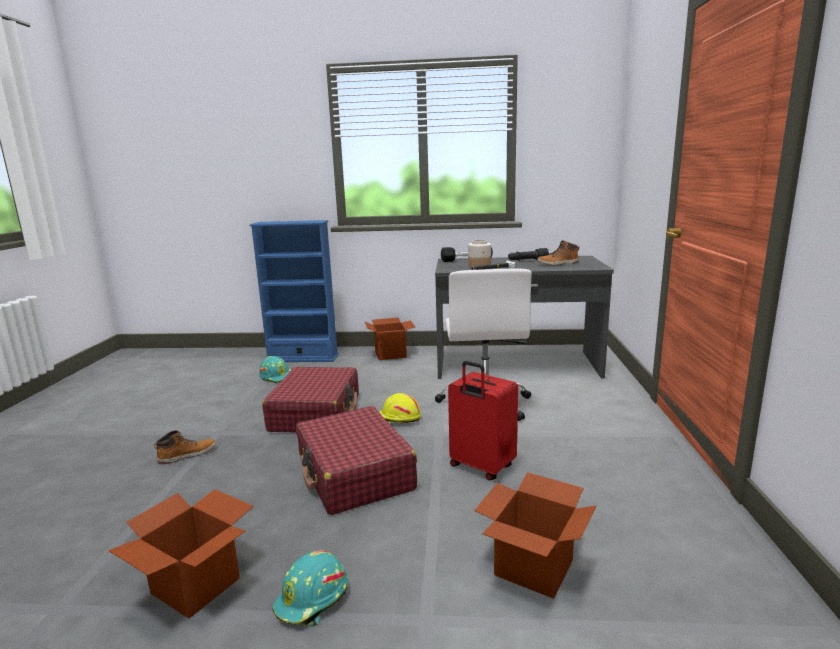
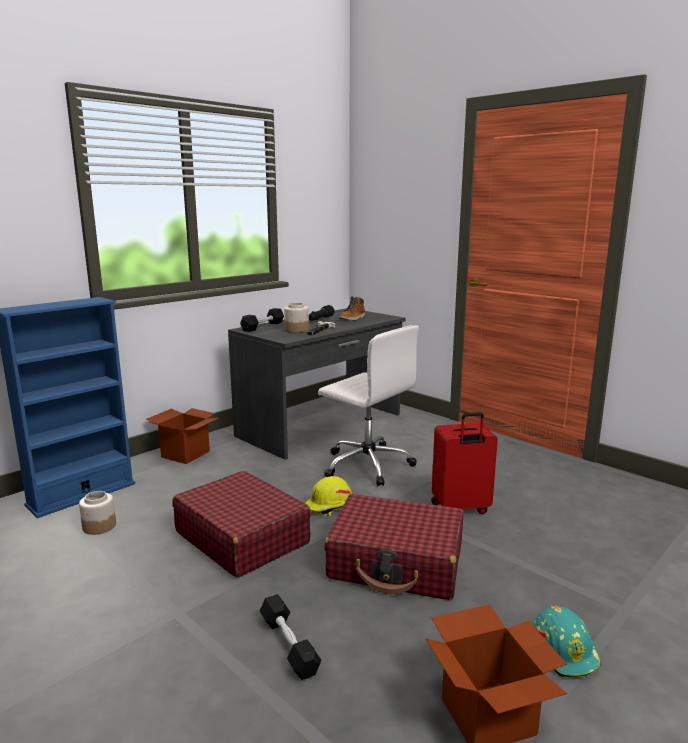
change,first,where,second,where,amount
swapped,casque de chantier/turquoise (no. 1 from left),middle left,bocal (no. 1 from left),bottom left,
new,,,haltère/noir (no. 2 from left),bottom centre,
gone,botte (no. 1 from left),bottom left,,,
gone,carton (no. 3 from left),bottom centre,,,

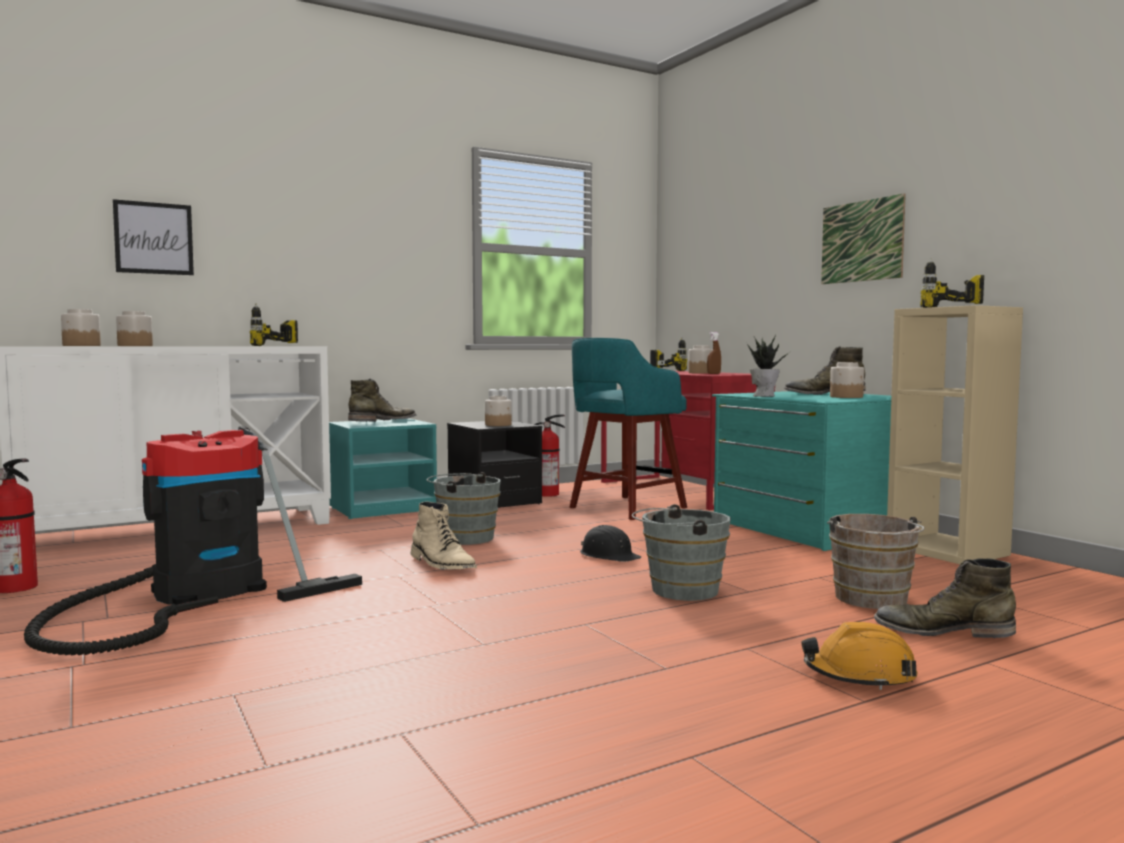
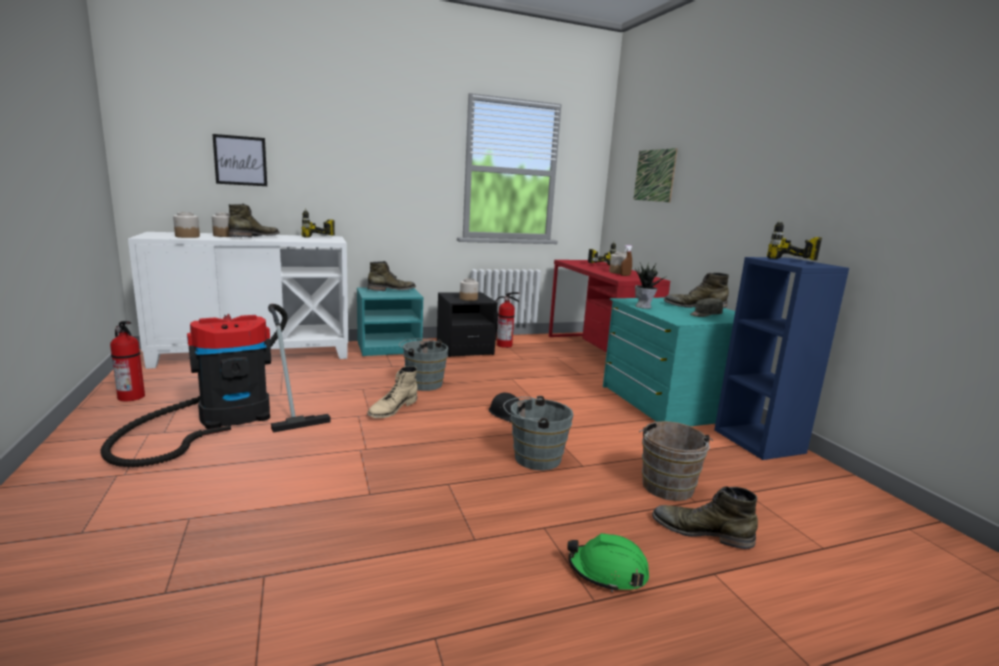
change,first,where,second,where,amount
new,,,botte/vert (no. 1 from left),top left,
rotated,botte/beige,centre,,centre,60 degrees clockwise
repainted,casque de chantier/orange,bottom right,casque de chantier/vert,bottom centre,
shifted,tableau (no. 2 from left),top right,,top centre,
swapped,bocal (no. 5 from left),middle right,casquette/gris,middle right,
repainted,bibliothèque/beige,middle right,bibliothèque/bleu,middle right,
gone,tabouret/turquoise,centre,,,

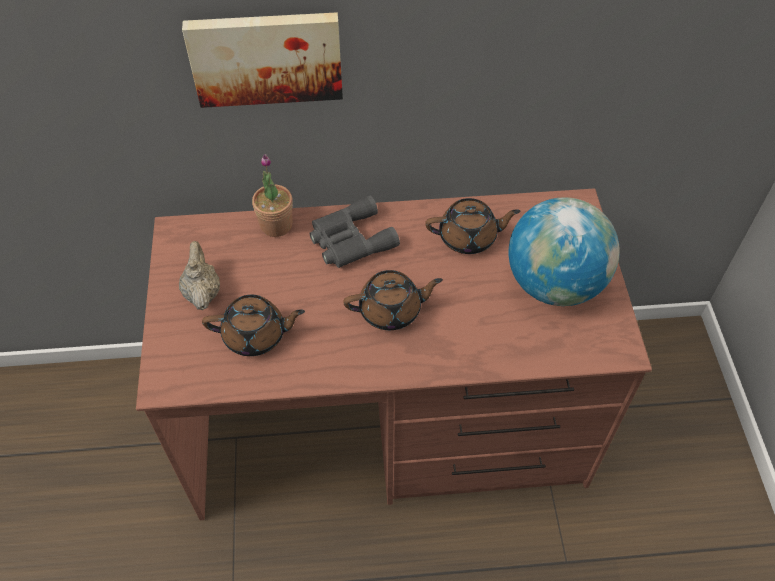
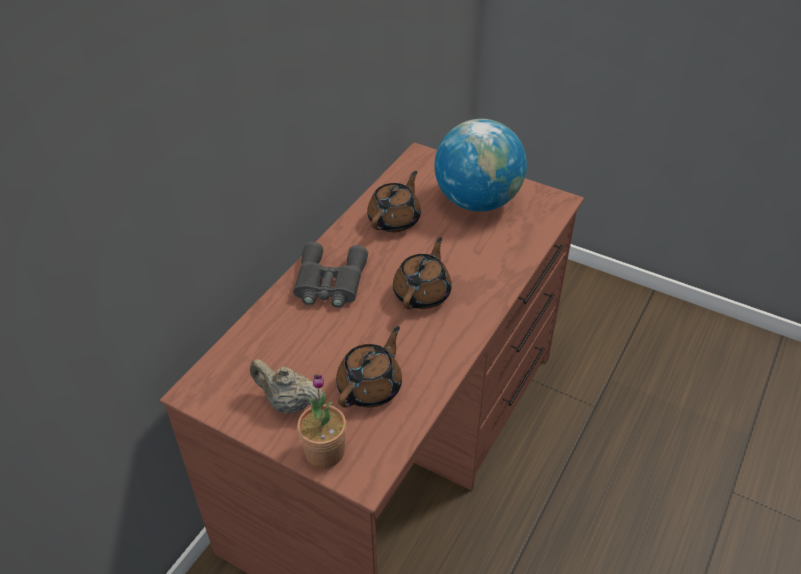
change,first,where,second,where,amount
shifted,plante en pot,centre,,bottom centre,
gone,tableau,top centre,,,

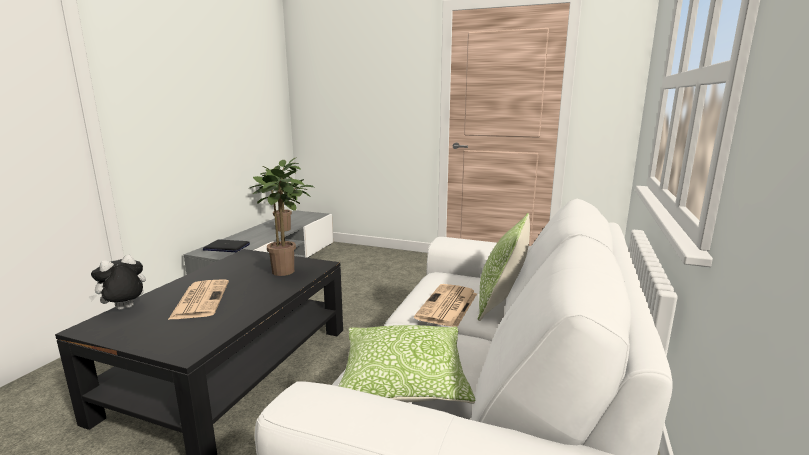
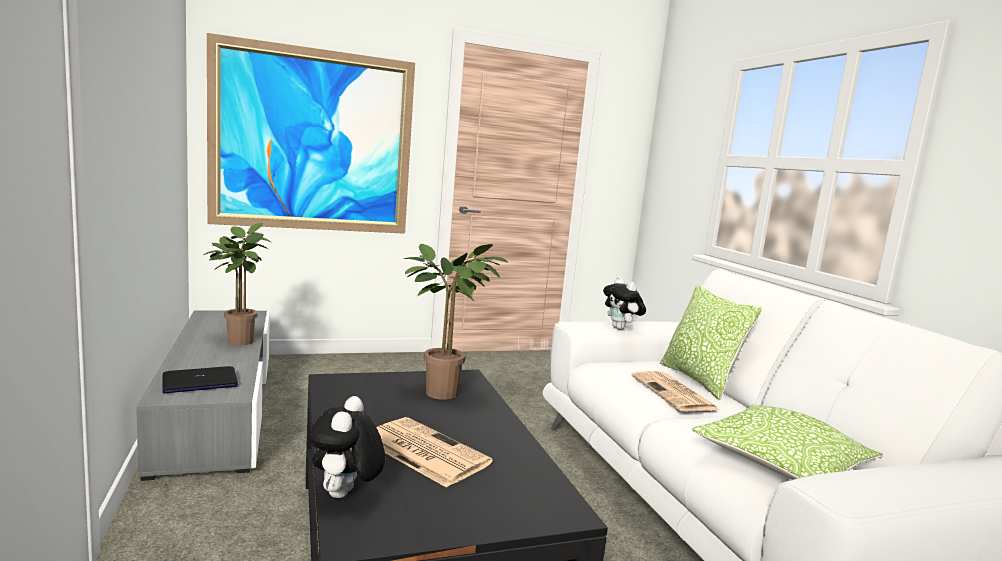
change,first,where,second,where,amount
new,,,tableau,top left,
new,,,peluche (no. 2 from left),centre,

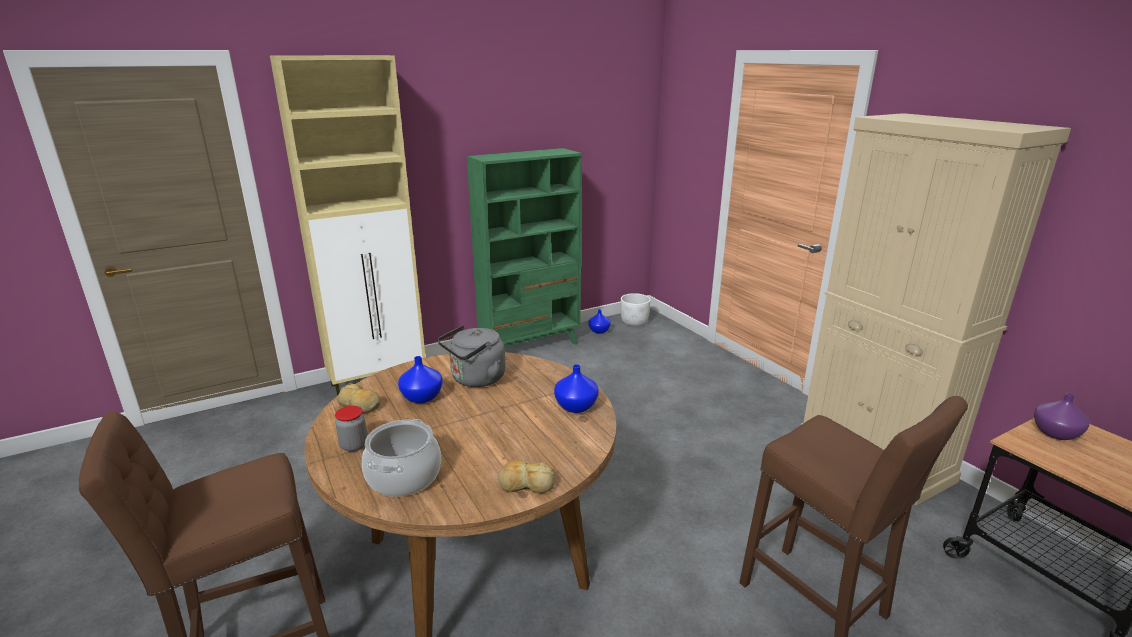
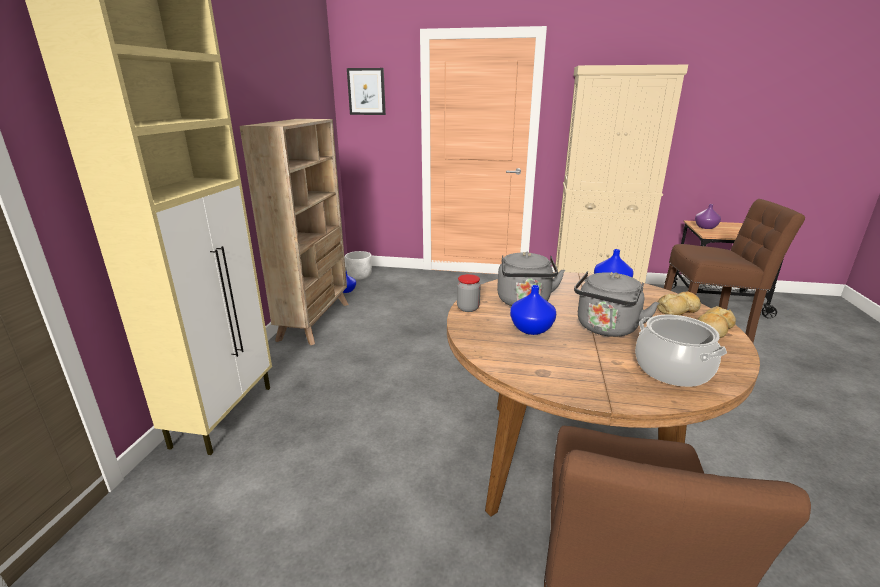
change,first,where,second,where,amount
repainted,bibliothèque/vert,centre,bibliothèque/beige,centre,
new,,,tableau,top centre,
shifted,bocal,bottom left,,centre,
new,,,bouilloire/gris (no. 2 from left),middle right,
shifted,pain (no. 1 from left),middle left,,middle right,

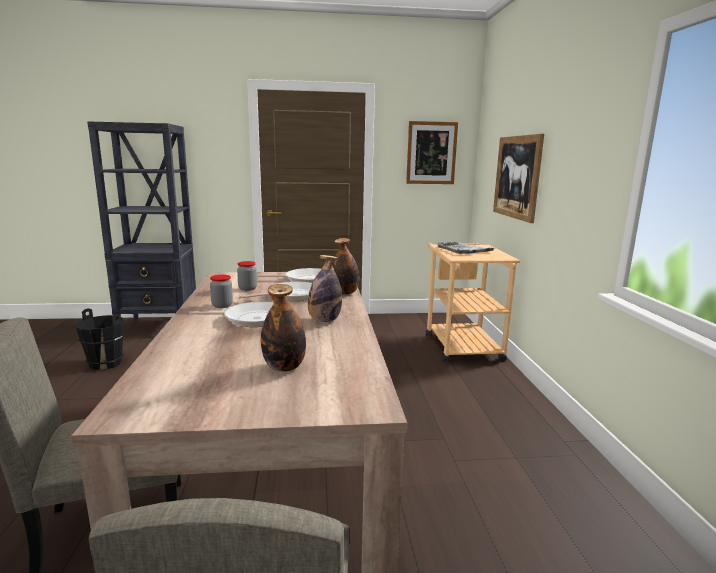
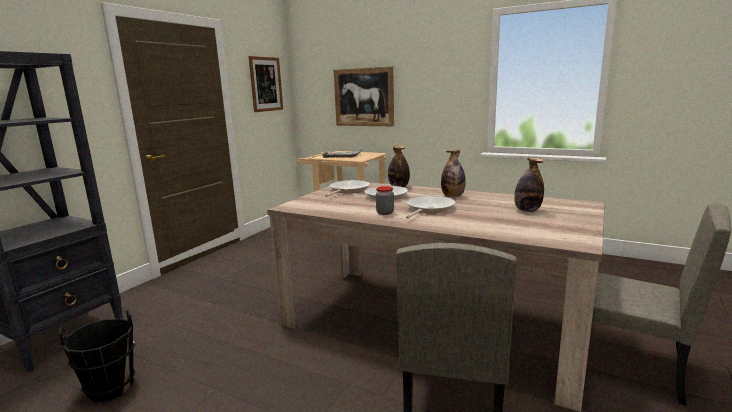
change,first,where,second,where,amount
gone,bocal (no. 2 from left),centre,,,

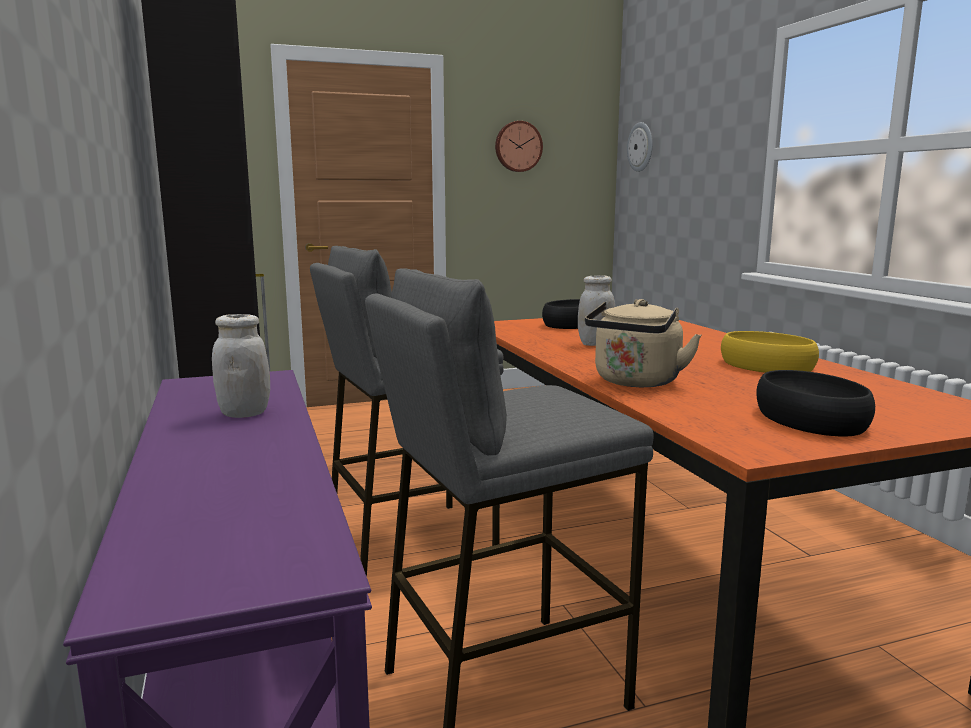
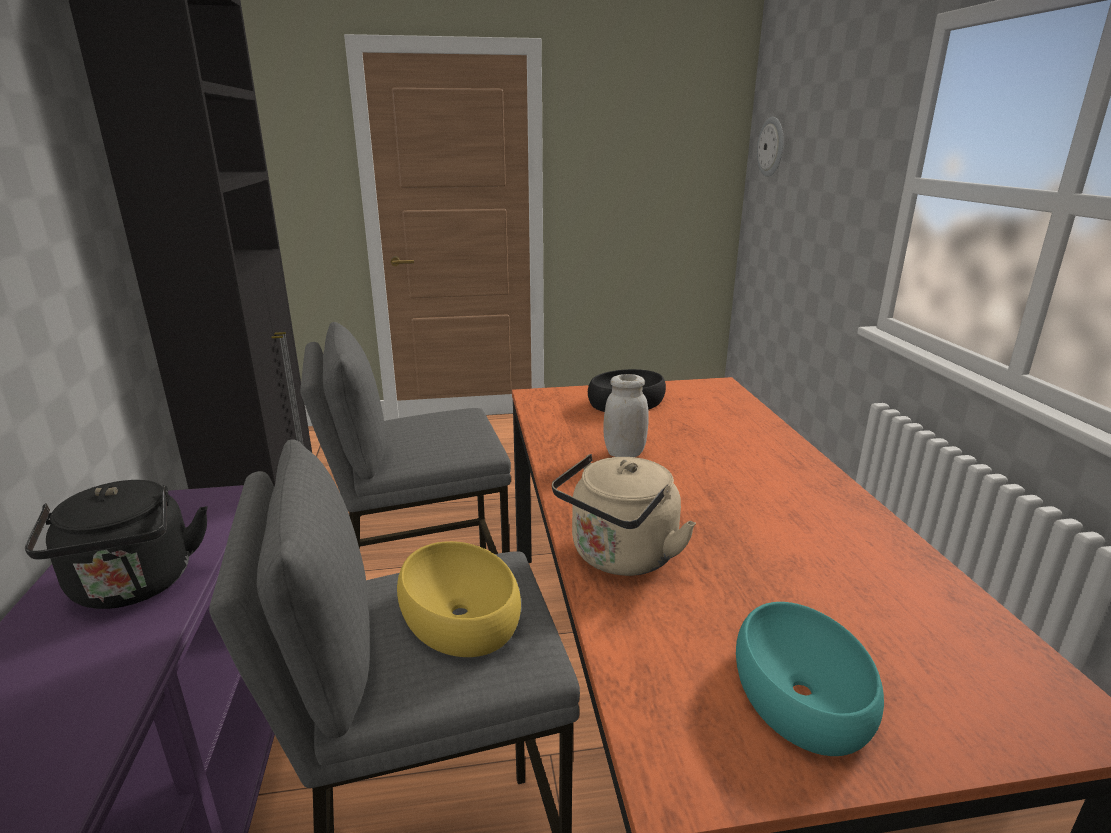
change,first,where,second,where,amount
swapped,bocal/blanc (no. 1 from left),middle left,bouilloire/noir,middle left,
shifted,bol/jaune,middle right,,bottom centre,
repainted,bol/noir (no. 2 from left),middle right,bol/turquoise,bottom right,
gone,horloge murale (no. 1 from left),top centre,,,

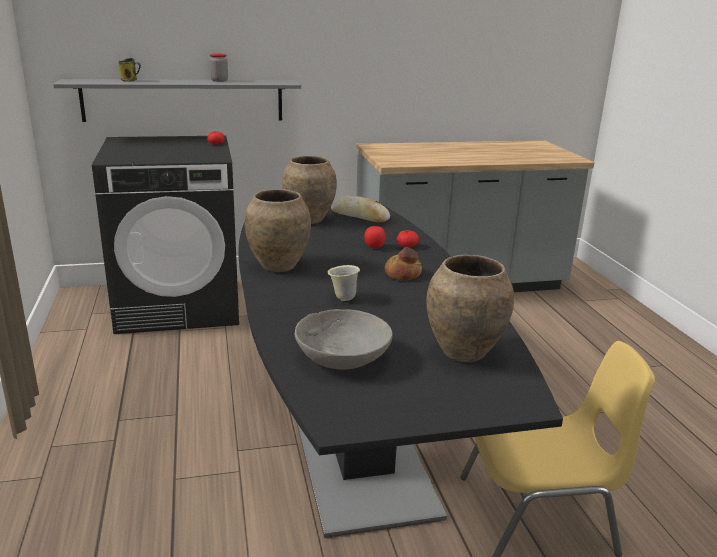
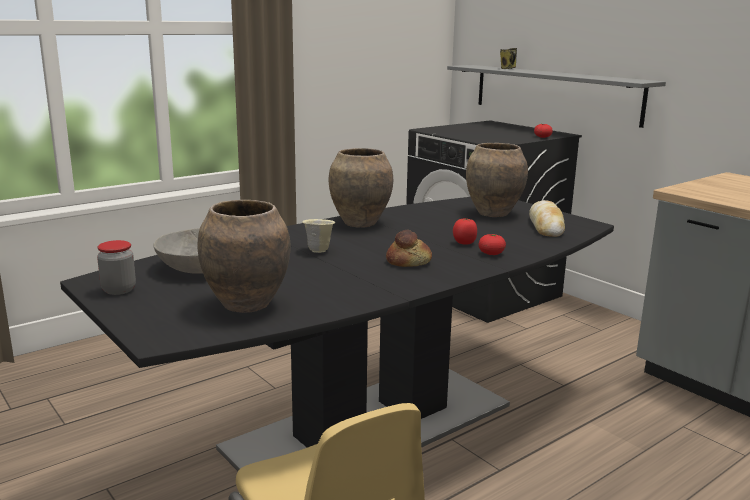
change,first,where,second,where,amount
shifted,bocal,top left,,middle left,

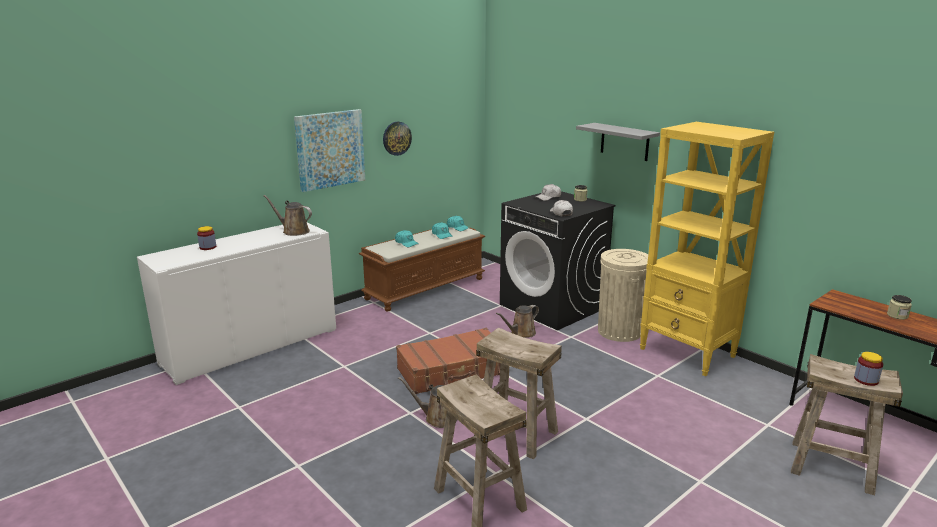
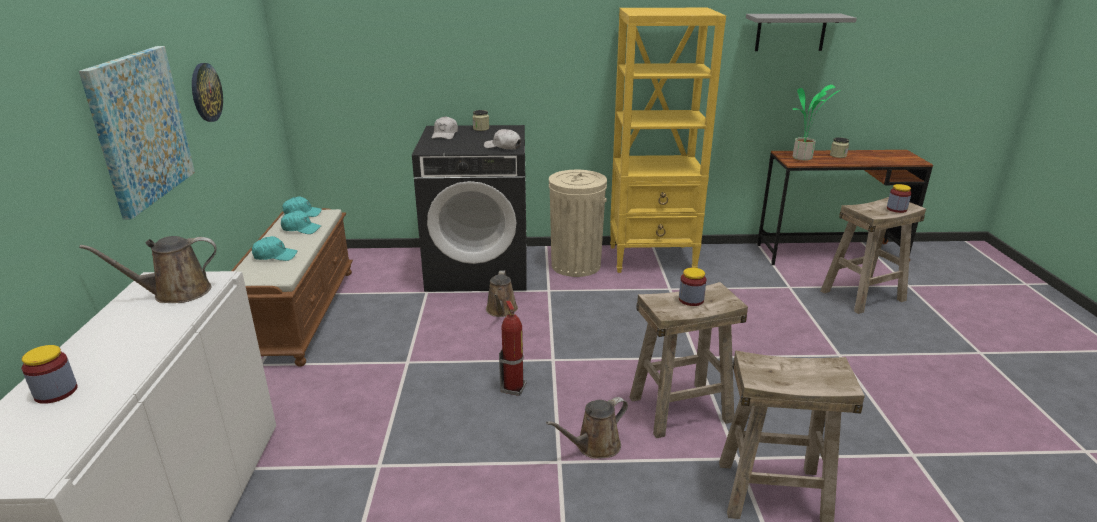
change,first,where,second,where,amount
swapped,valise/marron,bottom centre,extincteur,bottom centre,
new,,,bocal (no. 3 from left),centre,
shifted,étagère/gris,top centre,,top right,
new,,,plante en pot,top right,

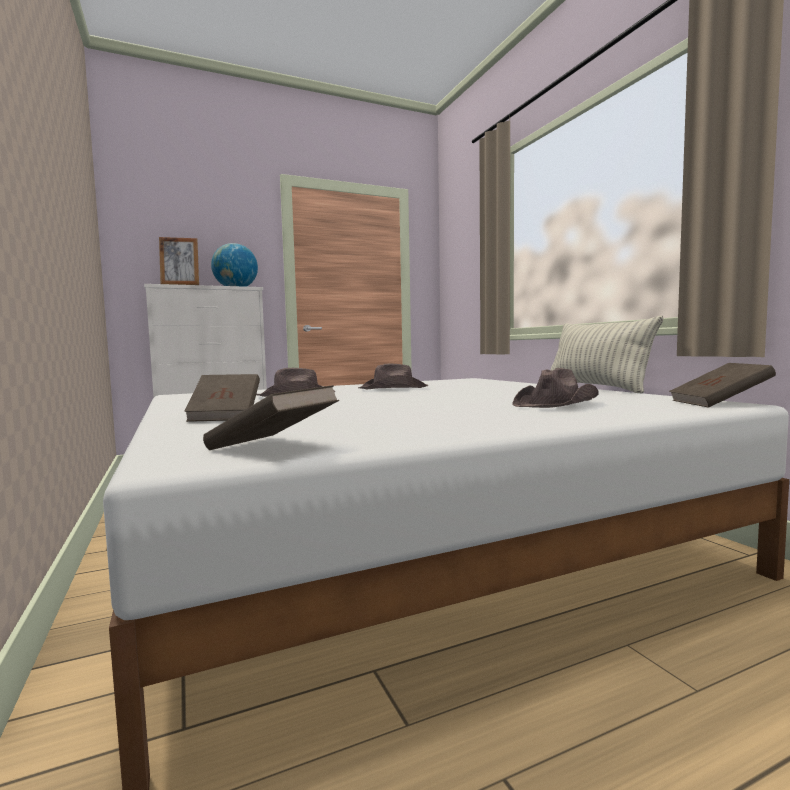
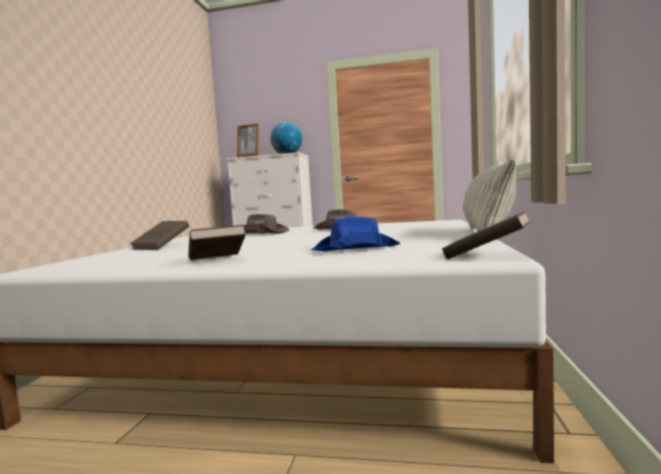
change,first,where,second,where,amount
shifted,livre/marron (no. 2 from left),centre,,middle left,
repainted,chapeau/marron (no. 3 from left),middle right,chapeau/bleu,centre,

